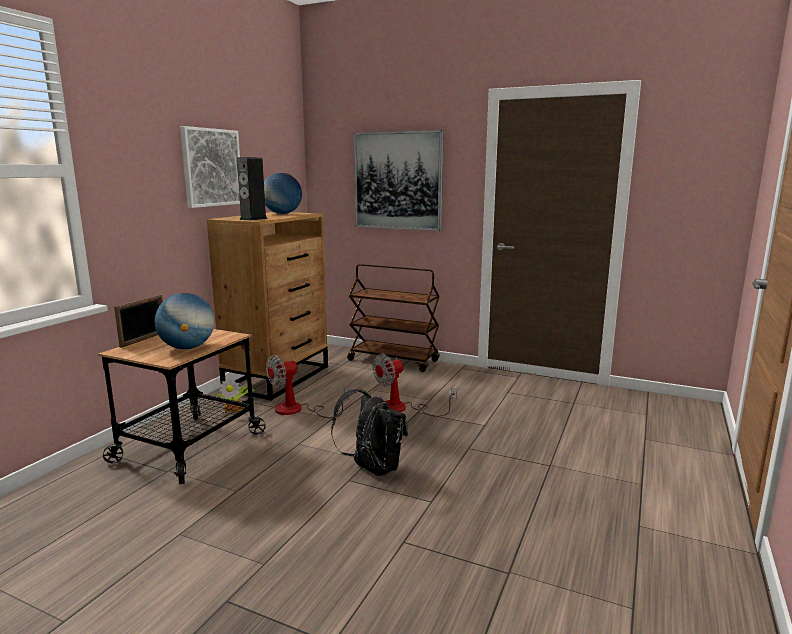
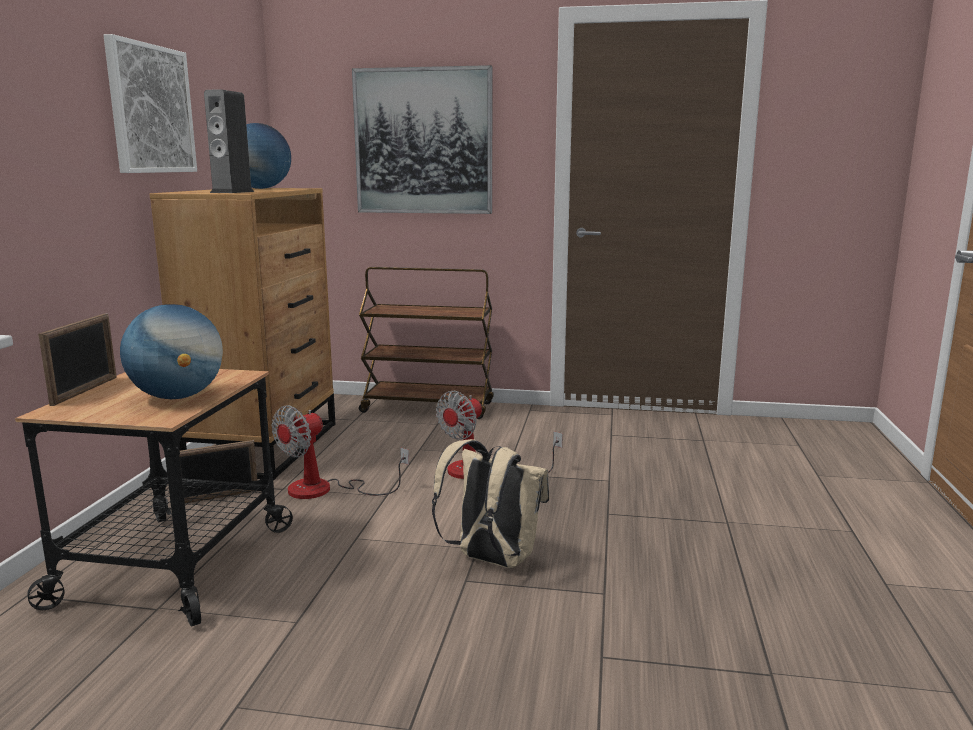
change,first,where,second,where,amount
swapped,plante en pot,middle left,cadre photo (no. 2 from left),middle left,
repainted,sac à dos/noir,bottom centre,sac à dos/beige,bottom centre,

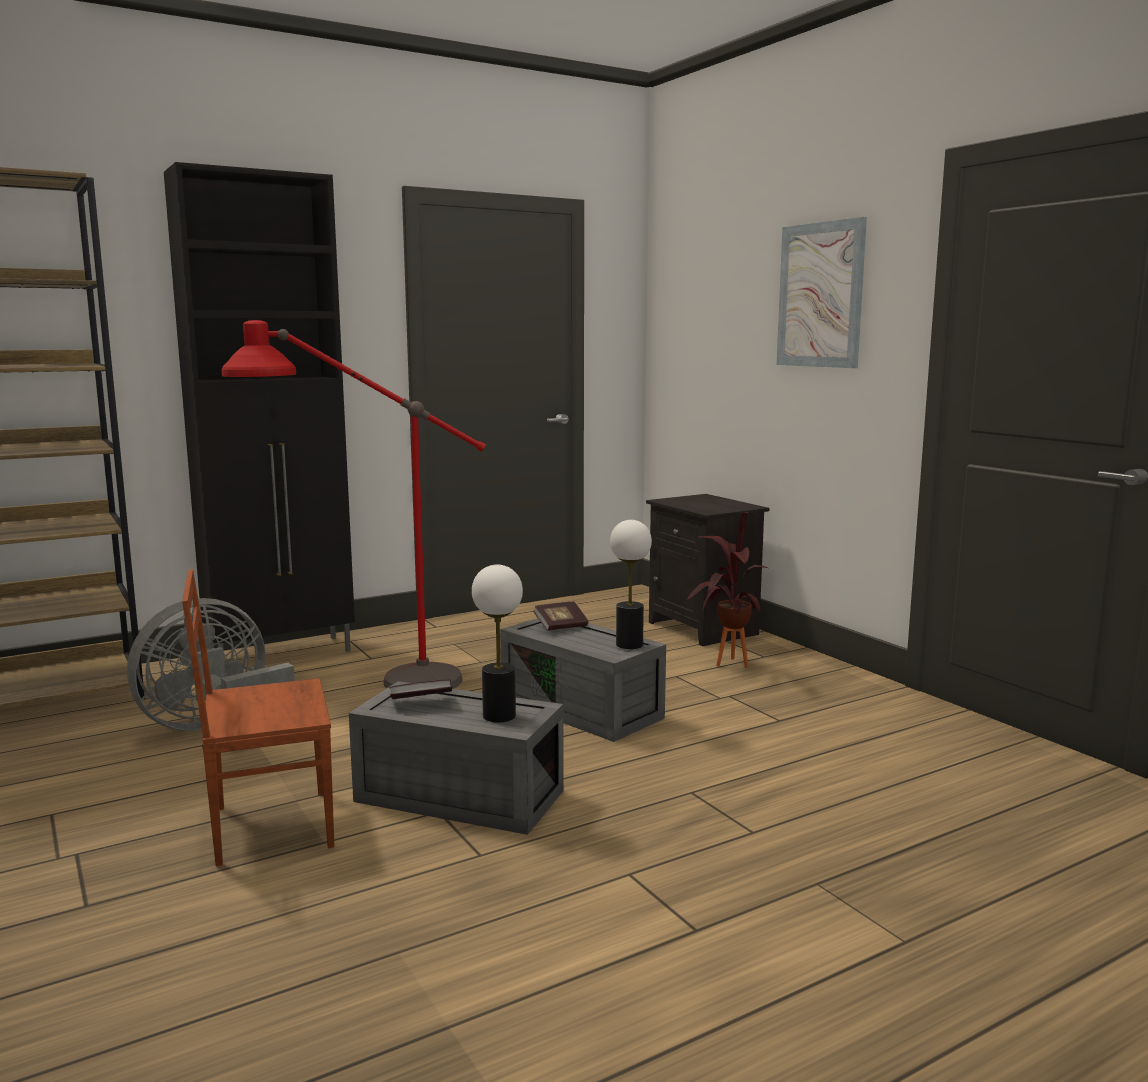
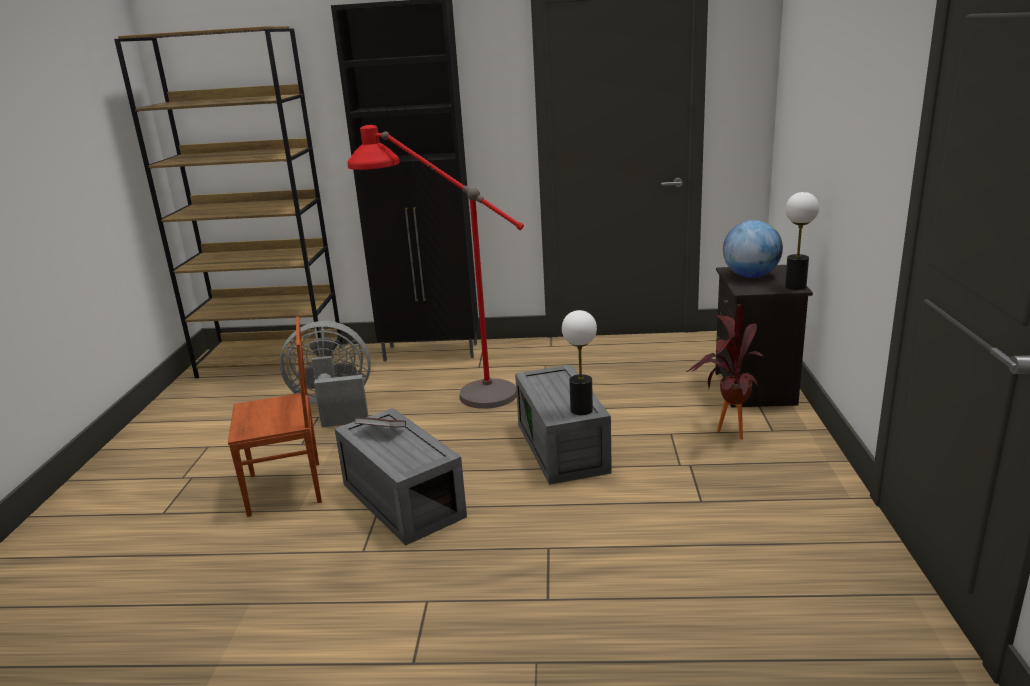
change,first,where,second,where,amount
rotated,chaise/marron,middle left,,middle left,150 degrees clockwise
new,,,globe,middle right,
shifted,lampe de table (no. 1 from left in the first image),centre,lampe de table (no. 2 from left),middle right,
gone,livre (no. 2 from left),centre,,,
gone,tableau,top right,,,

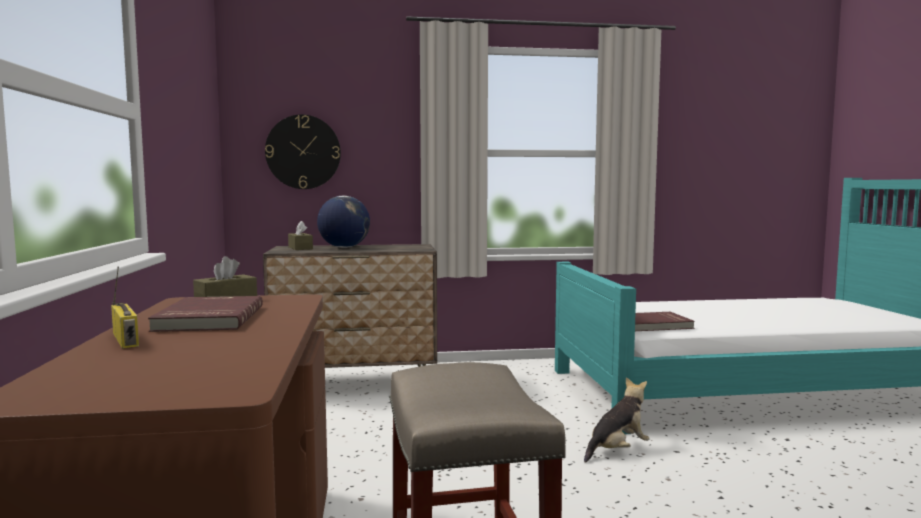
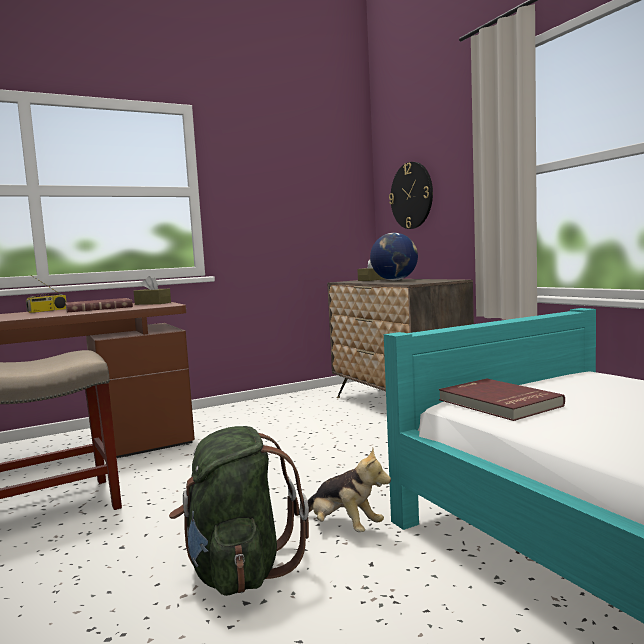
change,first,where,second,where,amount
new,,,sac à dos/vert,bottom centre,

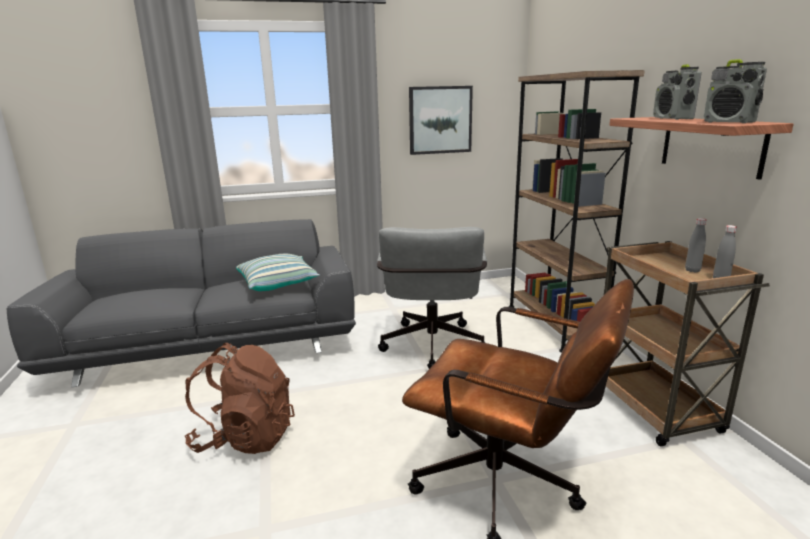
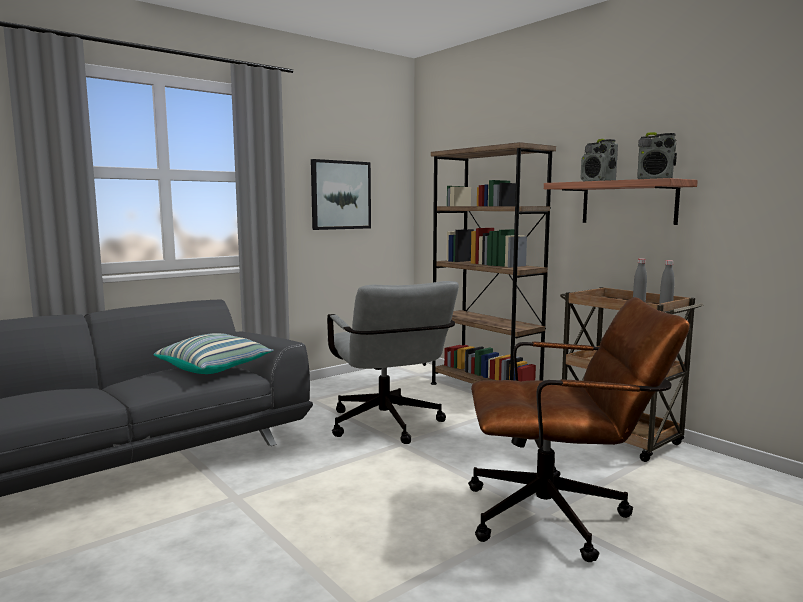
change,first,where,second,where,amount
gone,sac à dos/marron,bottom left,,,

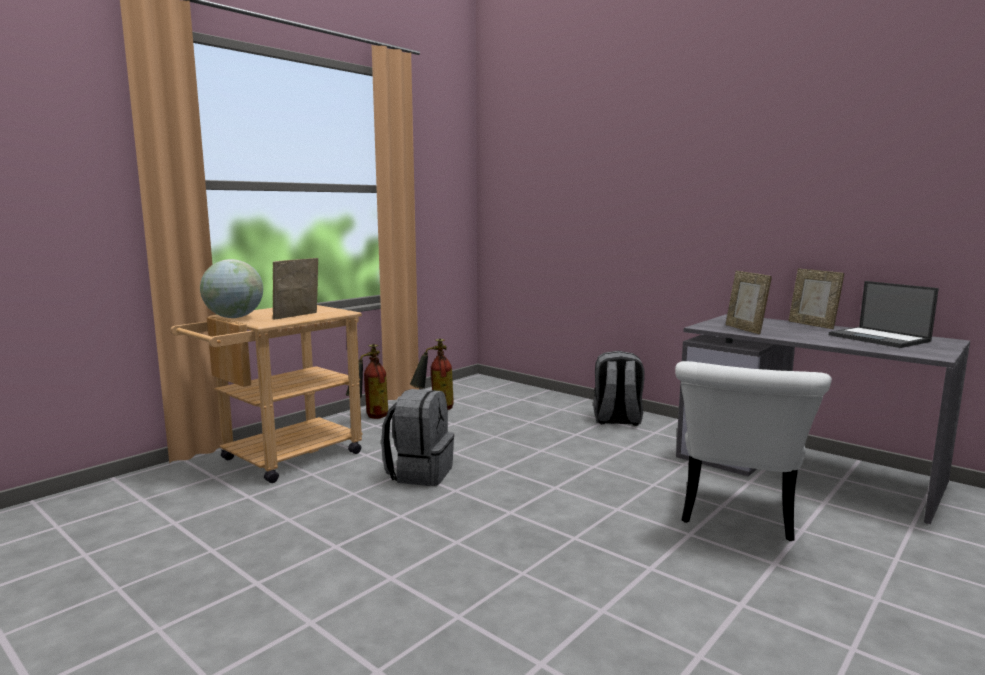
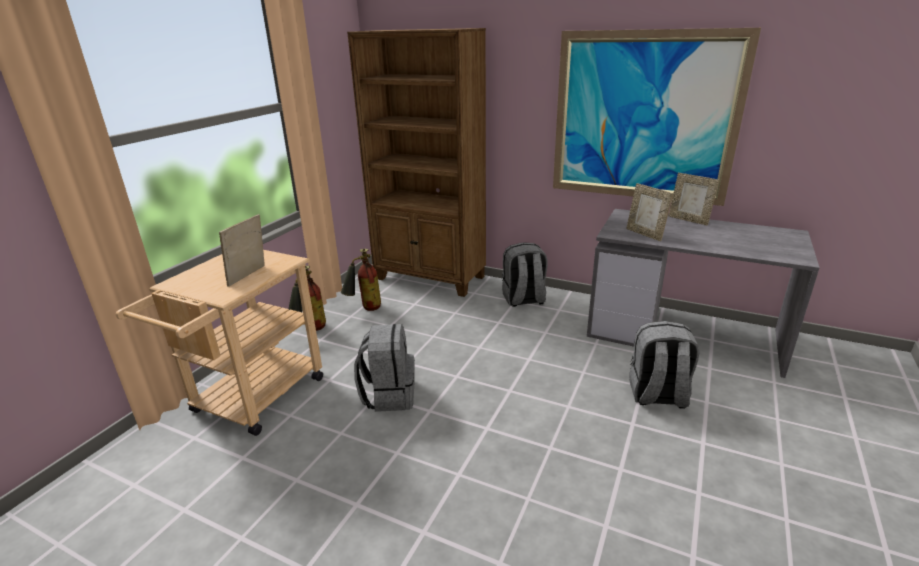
change,first,where,second,where,amount
new,,,bibliothèque/marron,top centre,
new,,,tableau,top right,
swapped,chaise/blanc,bottom right,sac à dos/gris (no. 3 from left),middle right,
gone,globe,middle left,,,
gone,ordinateur portable,middle right,,,

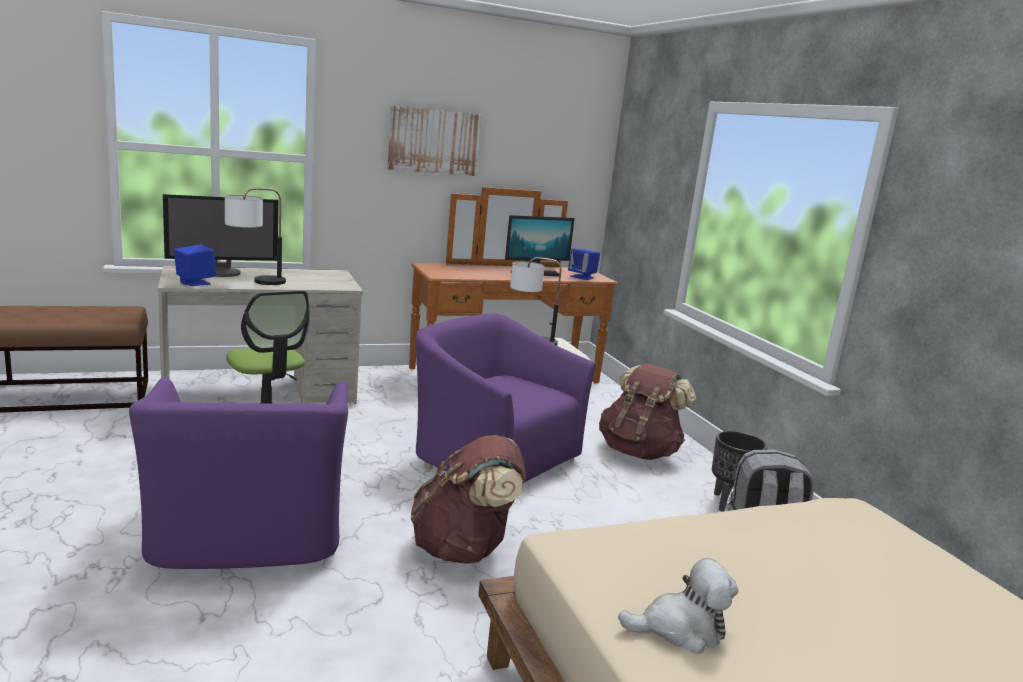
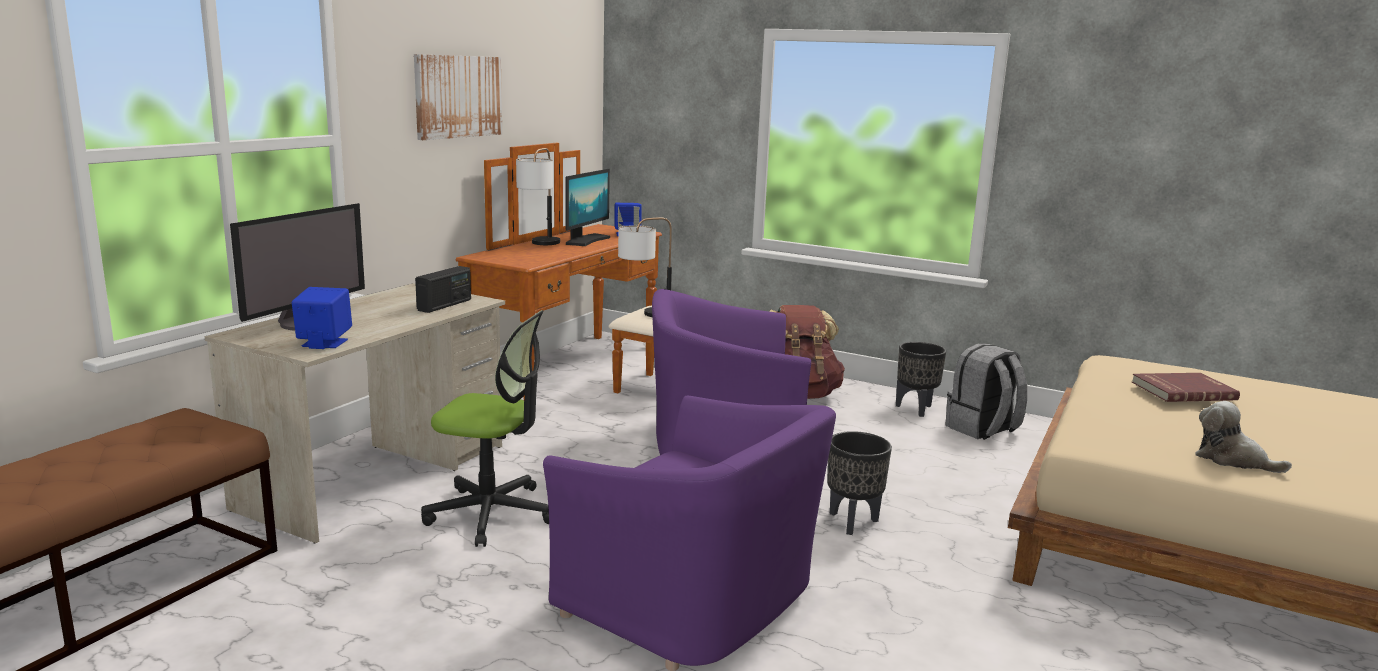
change,first,where,second,where,amount
new,,,radio,middle left,
shifted,lampe de table (no. 1 from left),middle left,,top centre,
swapped,sac à dos/marron (no. 1 from left),bottom centre,cache-pot/noir (no. 1 from left),bottom centre,
new,,,livre/rouge,middle right,
rotated,peluche,bottom centre,,middle right,90 degrees counterclockwise

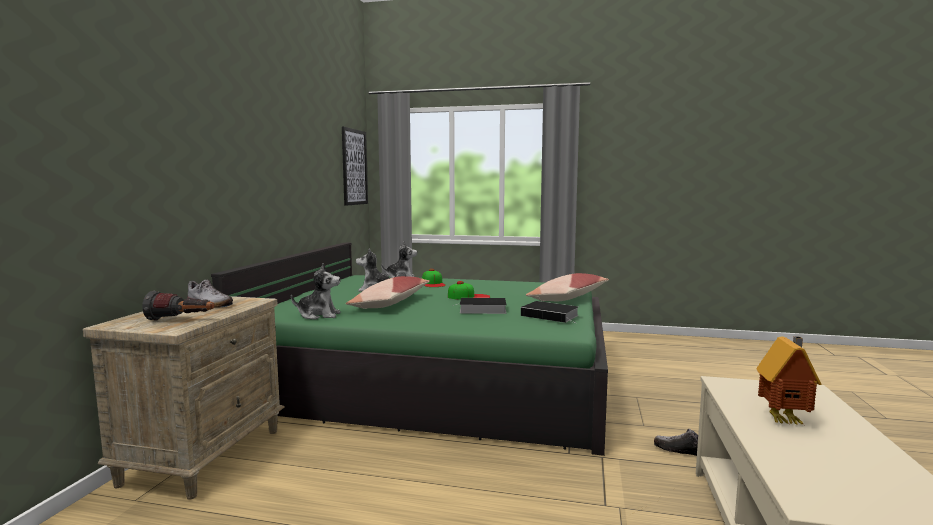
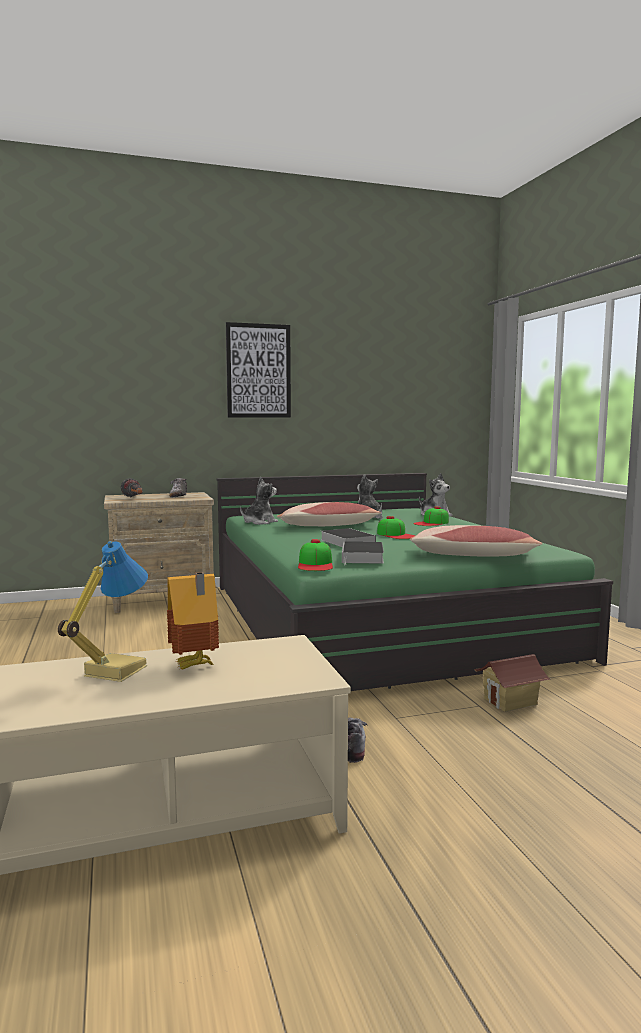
change,first,where,second,where,amount
new,,,lampe de table,middle left,
shifted,tableau,top centre,,centre,
rotated,peluche (no. 1 from left),centre,,centre,105 degrees counterclockwise
new,,,casquette (no. 1 from left),centre,
new,,,maison miniature (no. 2 from left),middle right,

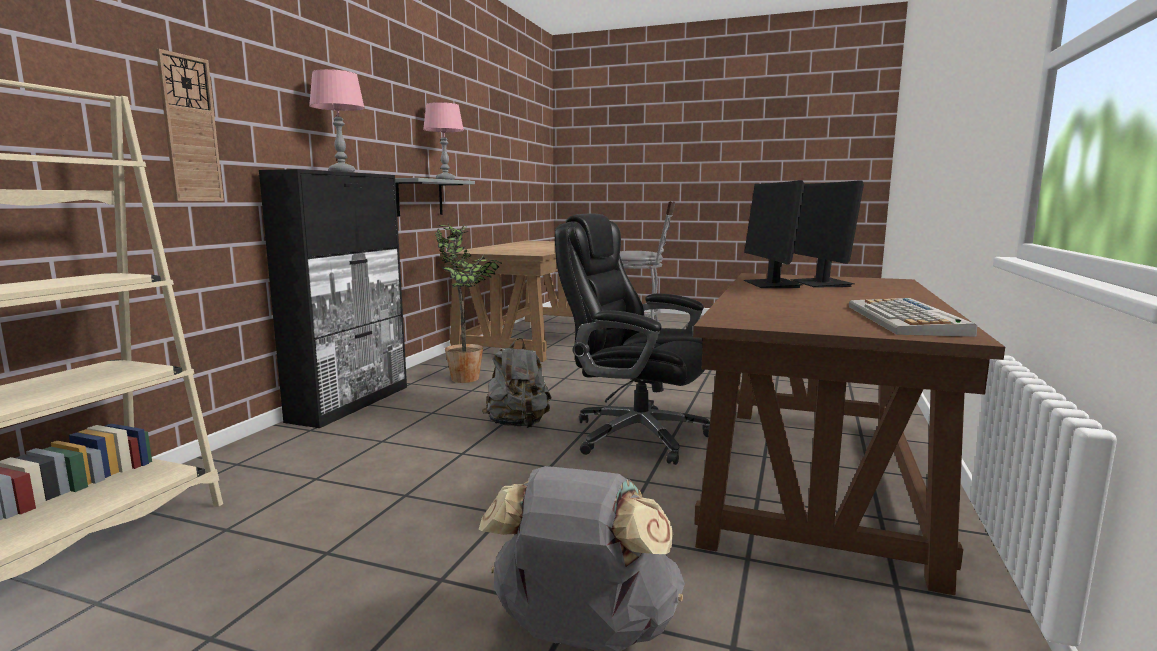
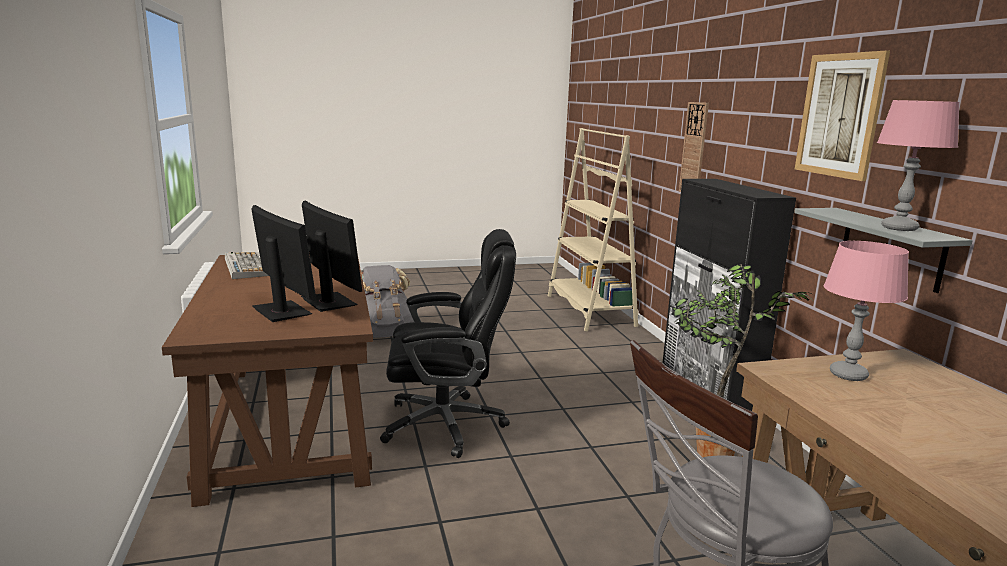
change,first,where,second,where,amount
new,,,tableau,top right,
shifted,lampe de table/rose (no. 1 from left),top left,,middle right,
gone,sac à dos/gris (no. 1 from left),centre,,,

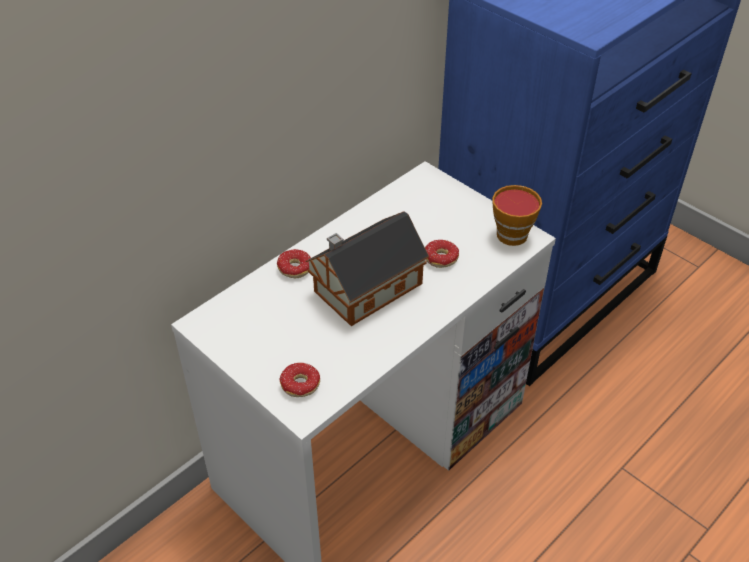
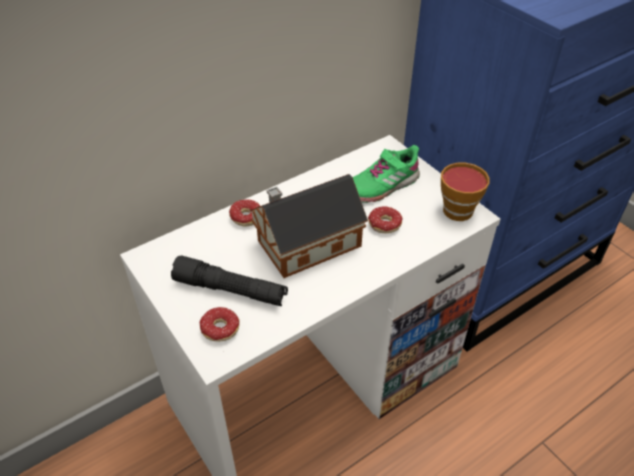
change,first,where,second,where,amount
new,,,lampe de poche/noir,centre,
new,,,chaussure/vert,centre,

